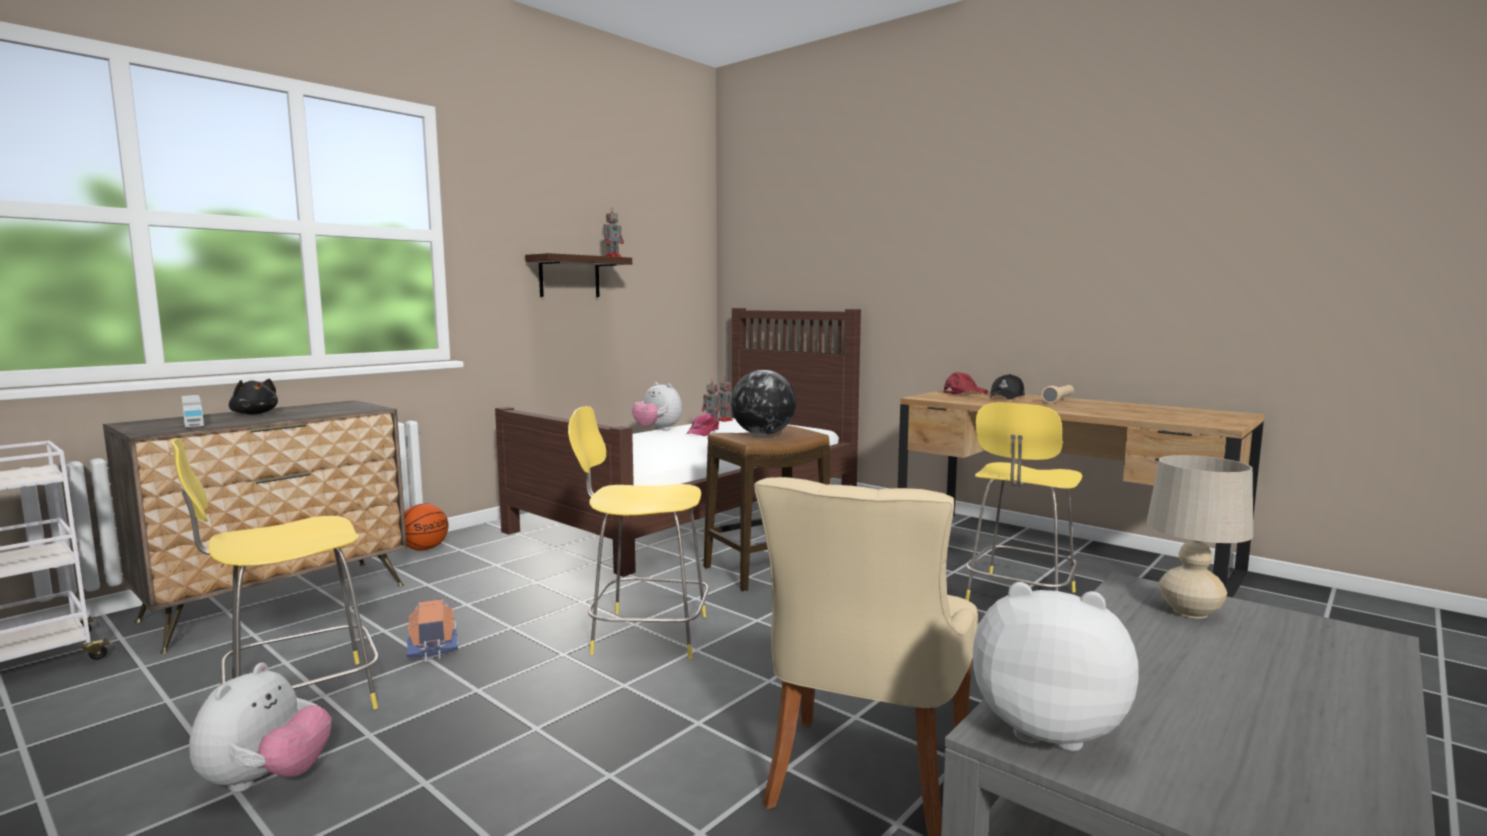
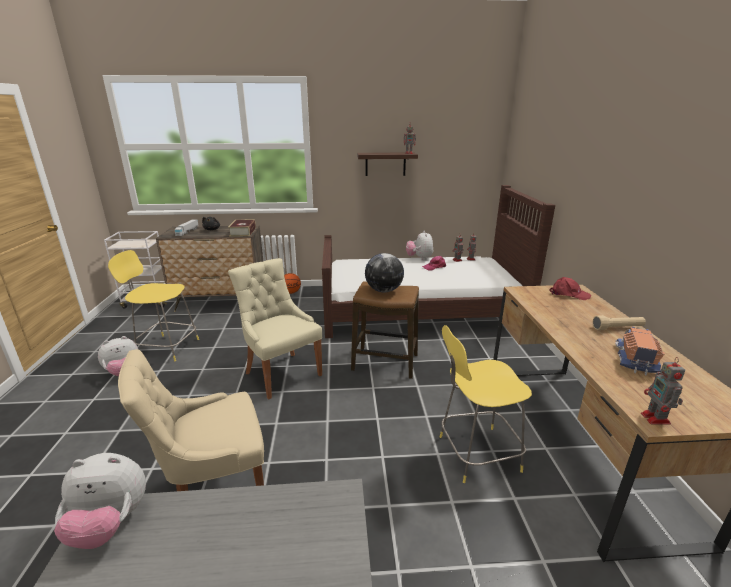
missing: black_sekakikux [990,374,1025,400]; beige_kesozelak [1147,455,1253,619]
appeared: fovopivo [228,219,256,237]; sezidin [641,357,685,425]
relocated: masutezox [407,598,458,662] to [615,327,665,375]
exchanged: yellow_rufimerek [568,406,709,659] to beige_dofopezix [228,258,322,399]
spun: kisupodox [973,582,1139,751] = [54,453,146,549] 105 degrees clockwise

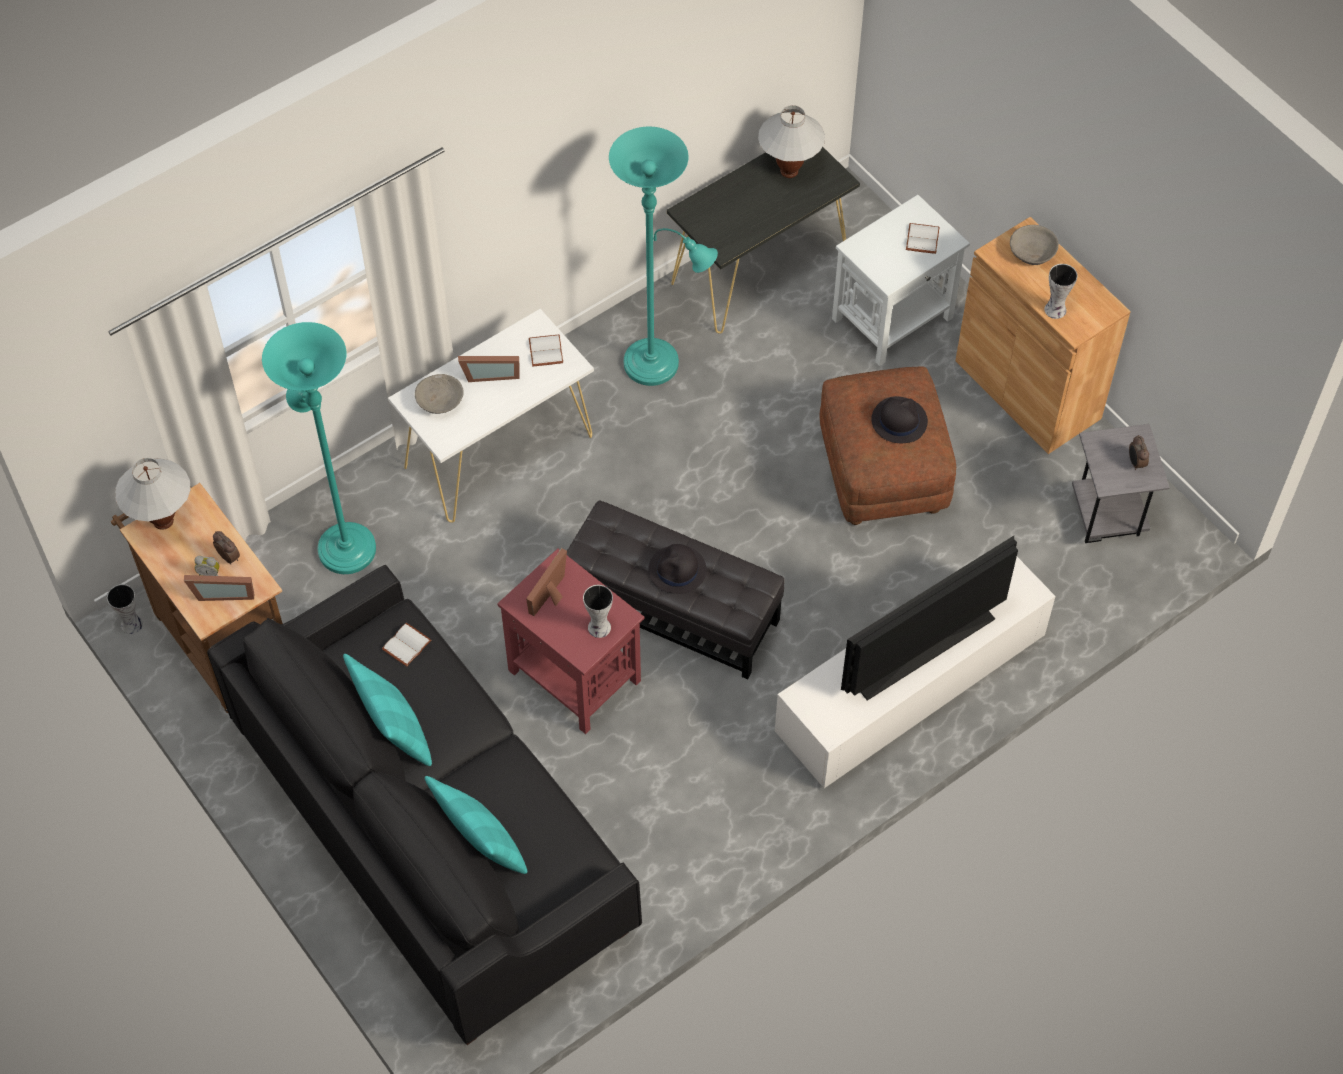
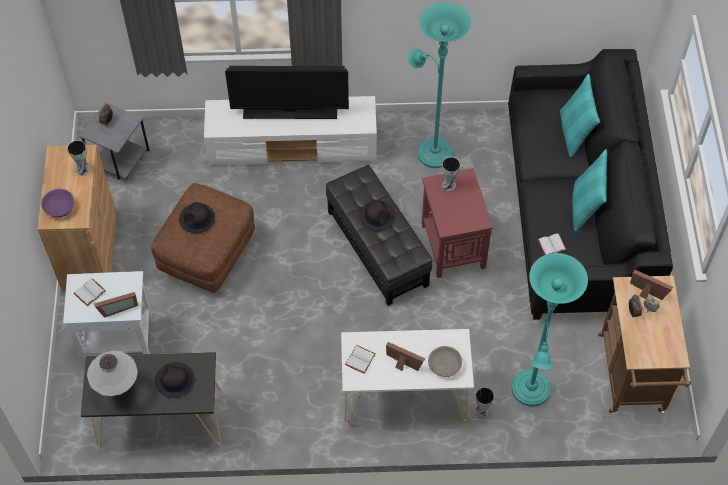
missing: white_kesozelak [115,458,191,530]
appeared: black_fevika [155,362,195,398]
relocated: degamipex [526,548,567,616] to [94,292,138,318]; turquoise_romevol [609,126,718,386] to [408,2,471,168]; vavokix [107,584,143,634] to [475,387,494,418]
colour: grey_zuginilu [1010,225,1059,265] to purple_zuginilu [41,189,74,217]

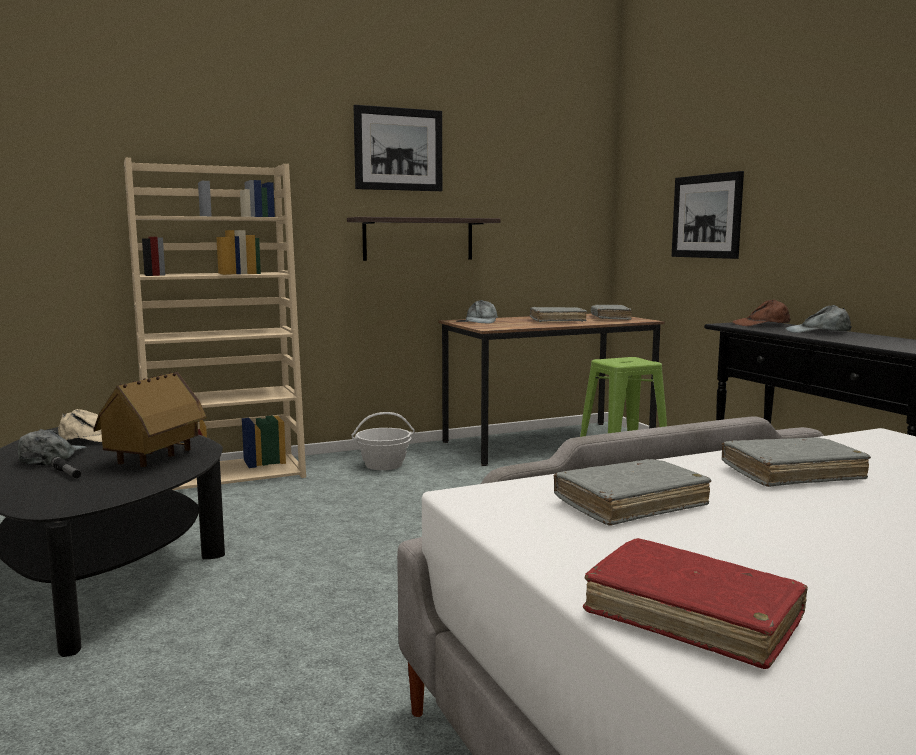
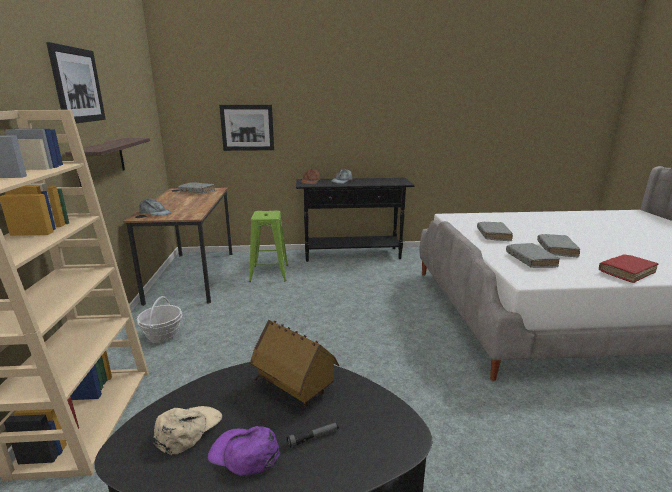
relocated: grey_fovopivo [530,307,587,322] to [537,234,580,257]
colour: grey_sekakikux [18,429,86,466] to purple_sekakikux [208,426,280,476]

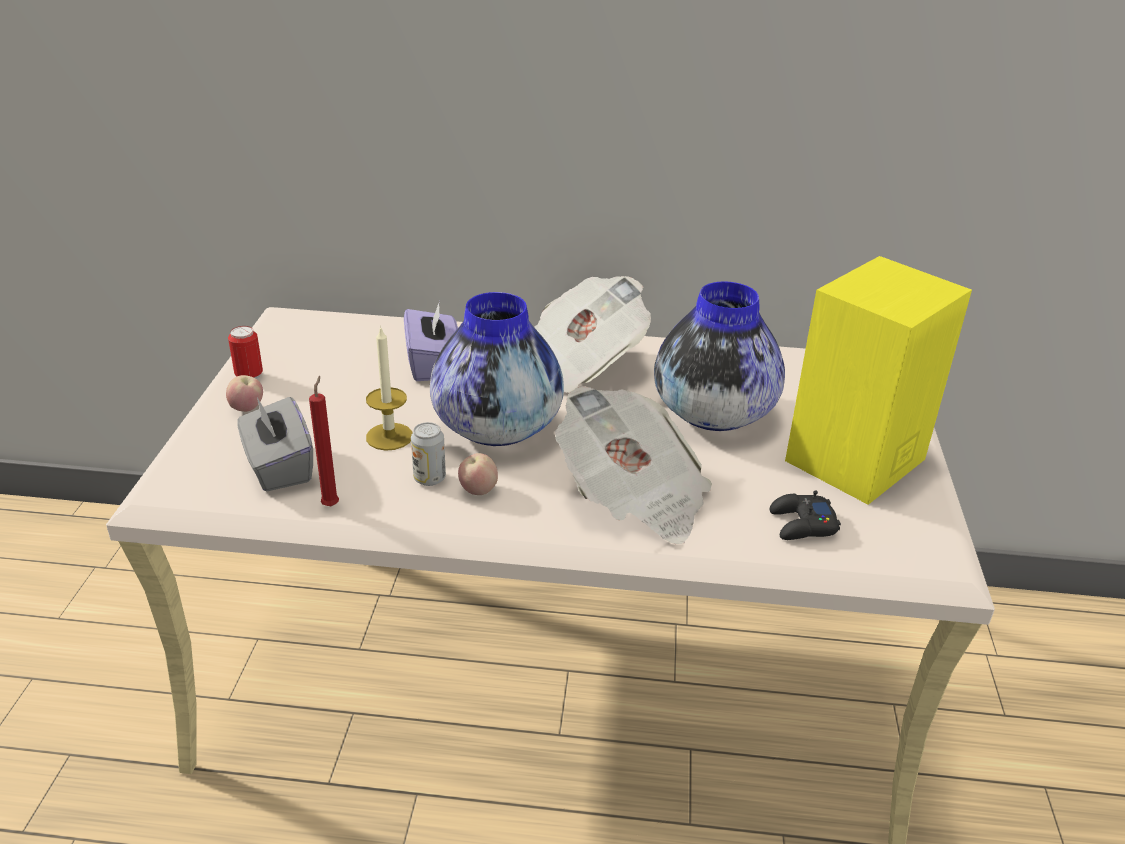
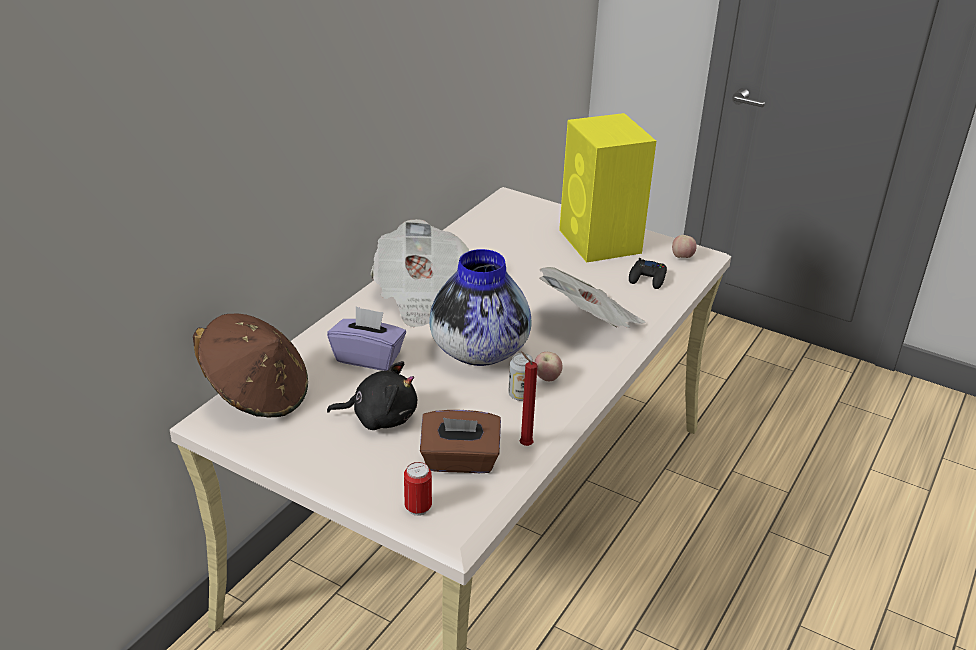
missing: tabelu [366,326,413,451]; vavokix [654,281,785,431]
appeared: brown_fevika [193,313,308,418]; black_kisupodox [327,361,417,430]
relocated: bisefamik [228,326,263,380] to [404,462,432,516]; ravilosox [226,375,263,412] to [672,235,697,258]
colour: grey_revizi [237,397,313,492] to brown_revizi [420,410,501,473]

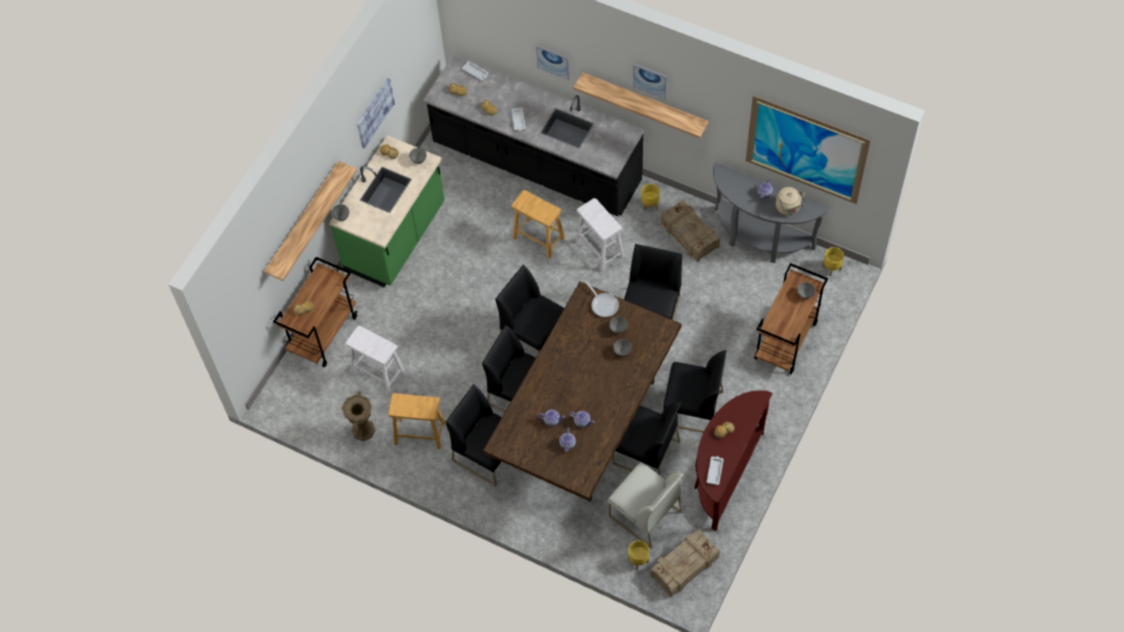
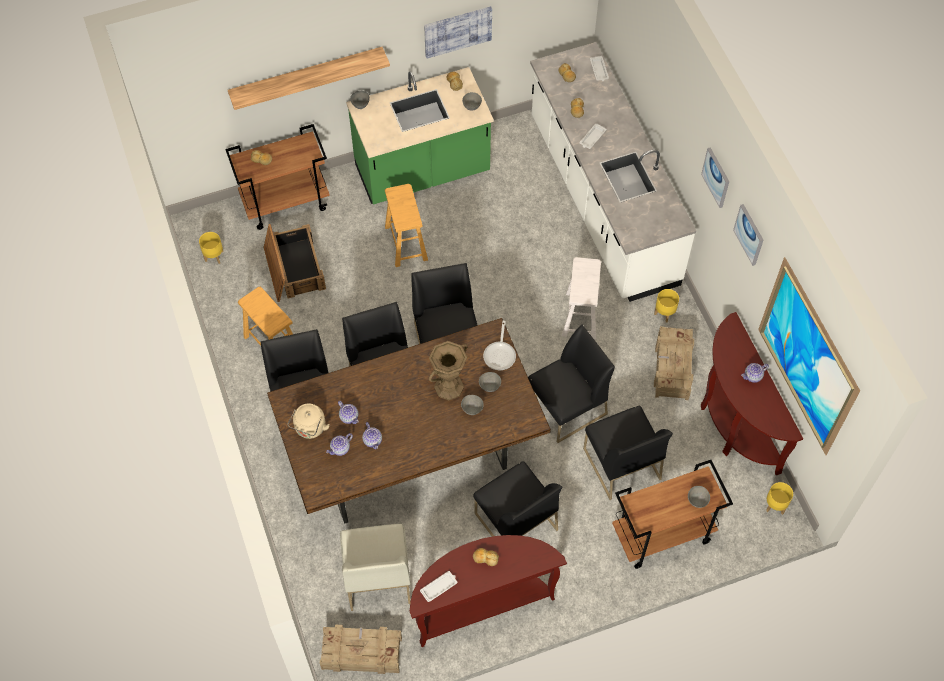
missing: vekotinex [573,72,709,138]
relocated: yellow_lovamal [628,541,649,570] to [199,232,224,264]; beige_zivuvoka [776,187,806,215] to [288,403,330,439]; brown_rufimerek [511,190,565,258] to [385,184,428,267]; brown_vavokix [341,391,376,441] to [429,341,468,400]; black_dofopezix [612,402,681,476] to [583,406,673,500]; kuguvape [536,45,570,80] to [733,204,763,266]
exchanged: white_rufimerek [345,326,405,394] to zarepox [263,224,326,302]
colour: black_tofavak [423,55,644,216] to white_tofavak [530,42,696,302]; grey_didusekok [713,162,829,263] to brown_didusekok [701,312,803,475]

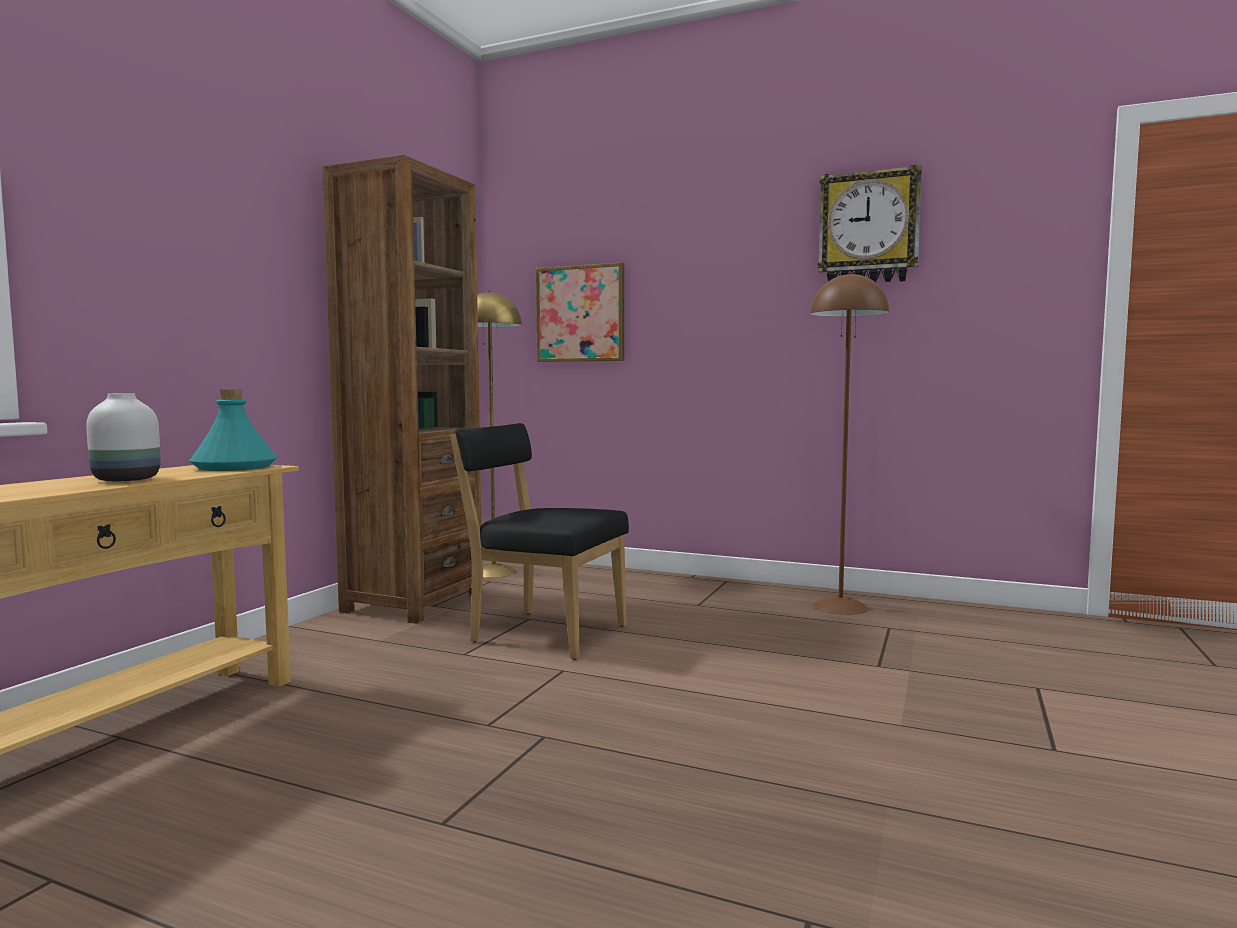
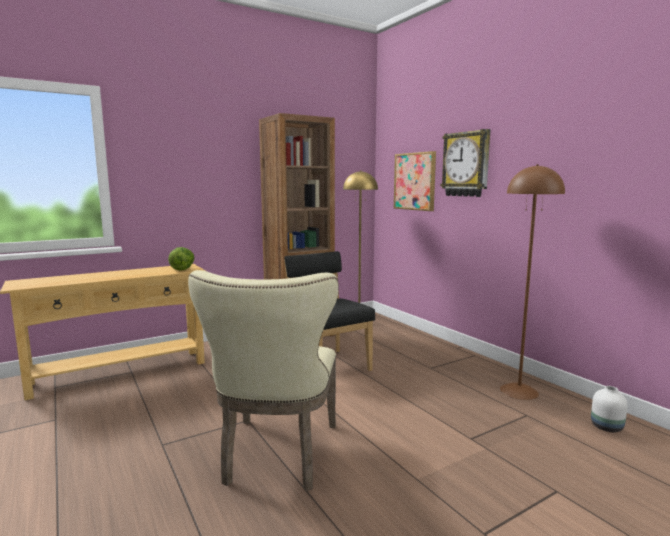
appeared: beige_dofopezix [188,270,339,491]
relocated: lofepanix [818,165,922,282] to [440,129,491,197]; white_vavokix [86,394,161,481] to [591,386,628,432]
exchanged: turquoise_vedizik [189,390,277,471] to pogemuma [168,247,194,270]

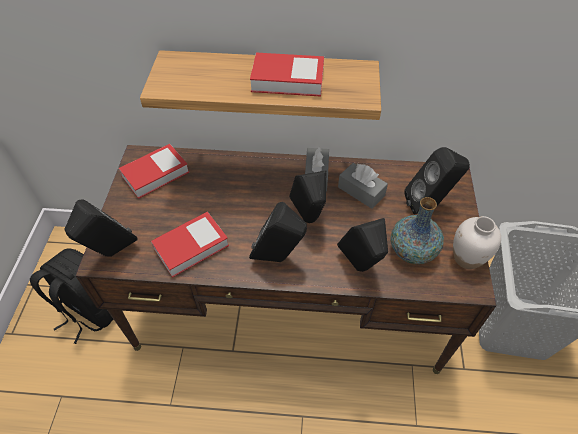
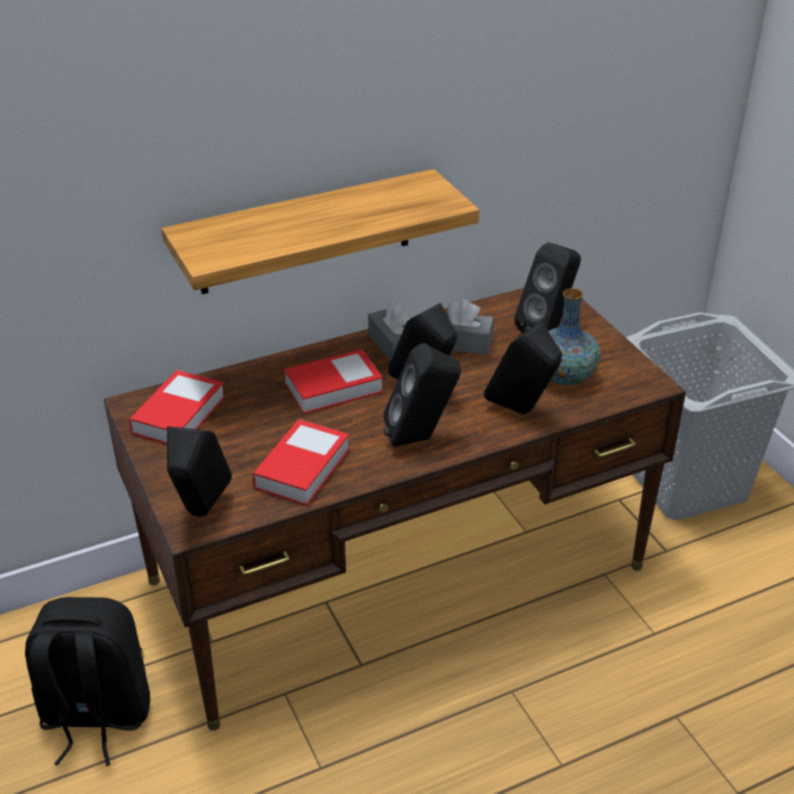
missing: white_vavokix [453,216,501,269]
relocated: fovopivo [250,52,324,97] to [284,349,383,414]

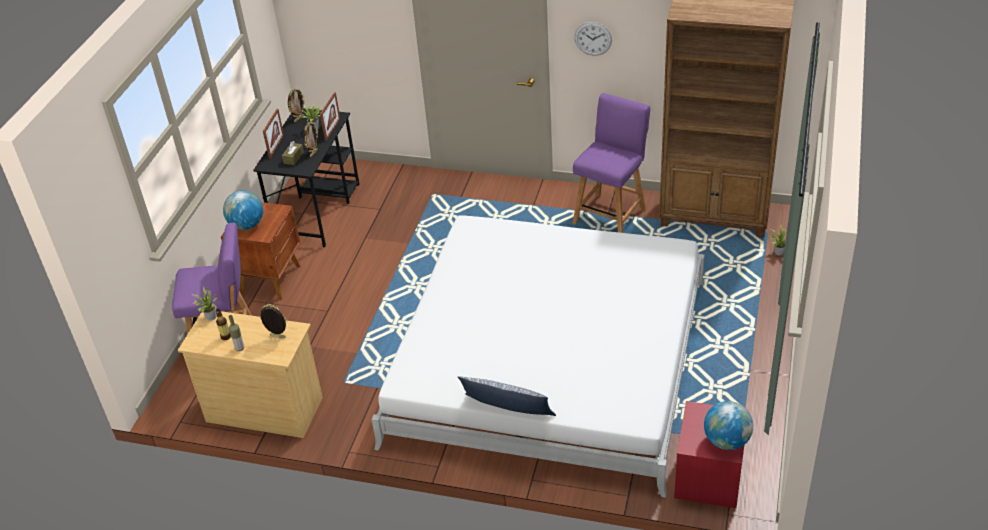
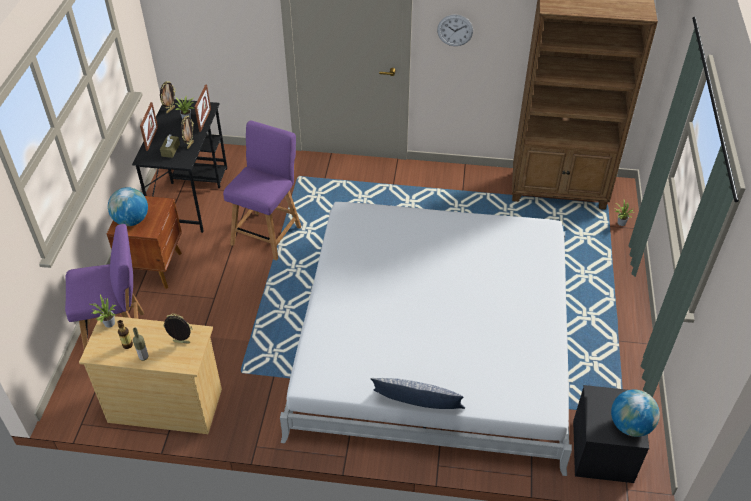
relocated: purple_dofopezix [572,93,650,233] to [223,121,301,261]
colour: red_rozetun [674,401,749,508] to black_rozetun [573,385,649,483]

